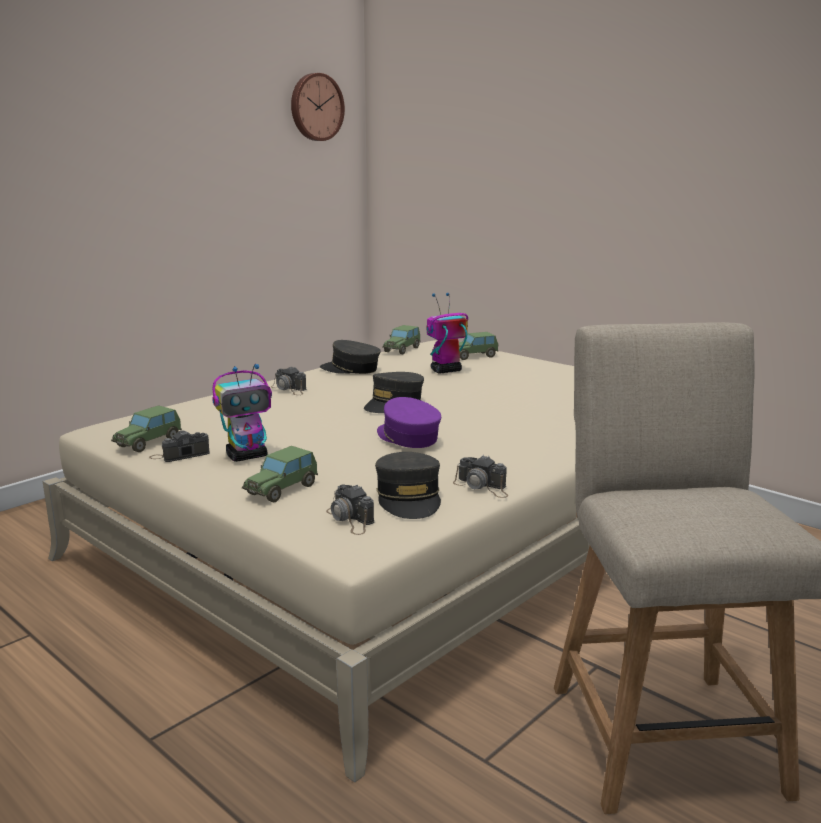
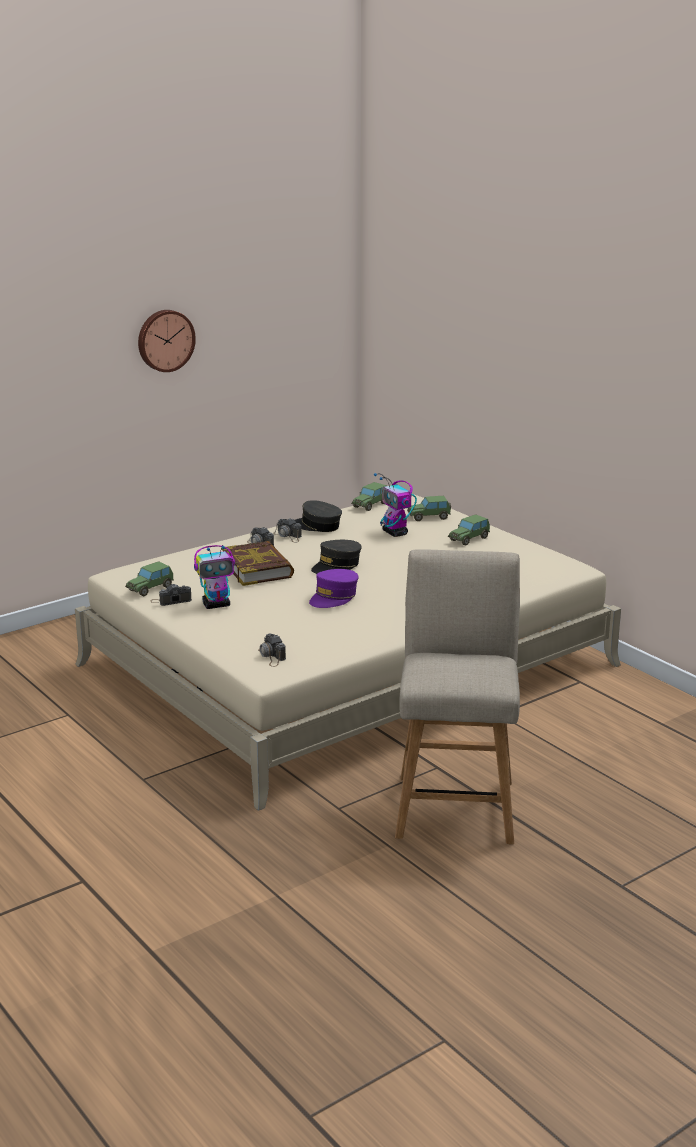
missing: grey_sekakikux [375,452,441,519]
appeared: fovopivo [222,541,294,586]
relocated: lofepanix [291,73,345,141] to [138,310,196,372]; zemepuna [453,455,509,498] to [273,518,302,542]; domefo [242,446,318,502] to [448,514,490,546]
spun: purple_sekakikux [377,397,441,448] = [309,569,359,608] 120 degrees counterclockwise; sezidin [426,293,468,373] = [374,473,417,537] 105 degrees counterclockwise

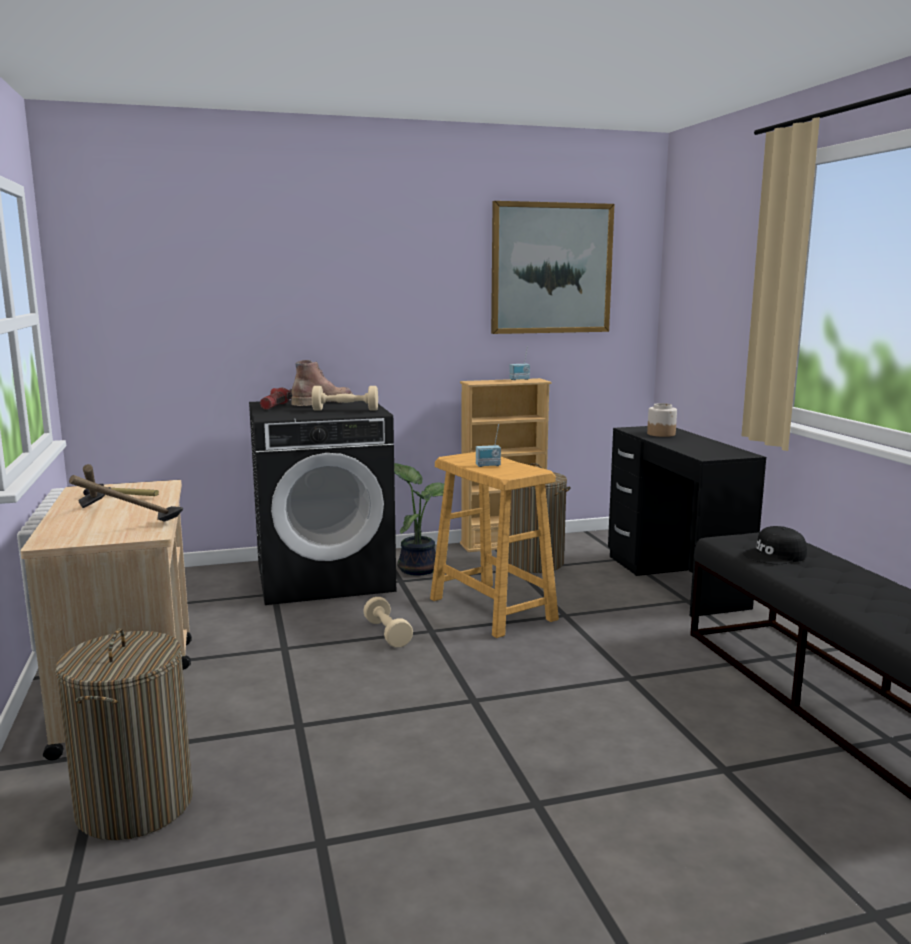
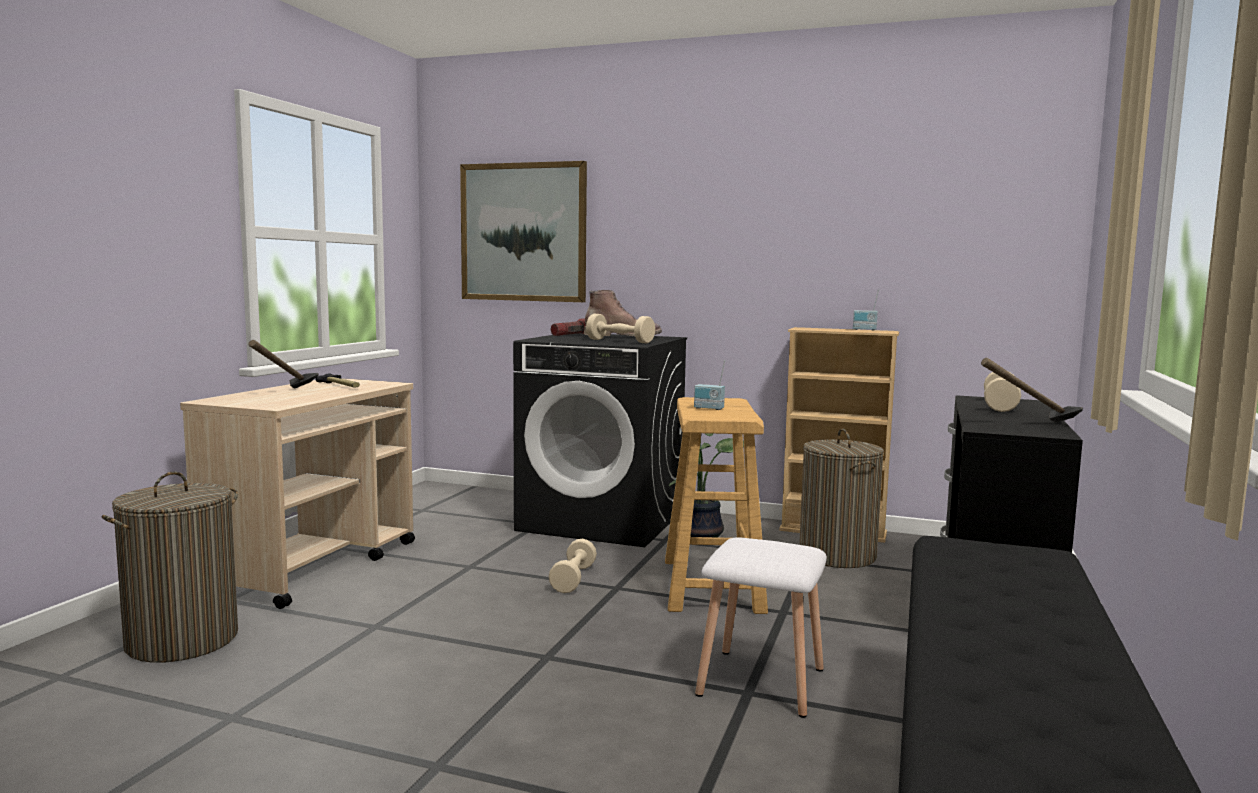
missing: black_sekakikux [743,526,807,564]
appeared: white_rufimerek [695,537,827,718]
relocated: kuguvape [491,201,614,334] to [460,161,587,302]; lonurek [69,475,183,522] to [981,358,1083,423]
exchanged: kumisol [647,403,677,437] to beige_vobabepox [984,371,1021,412]

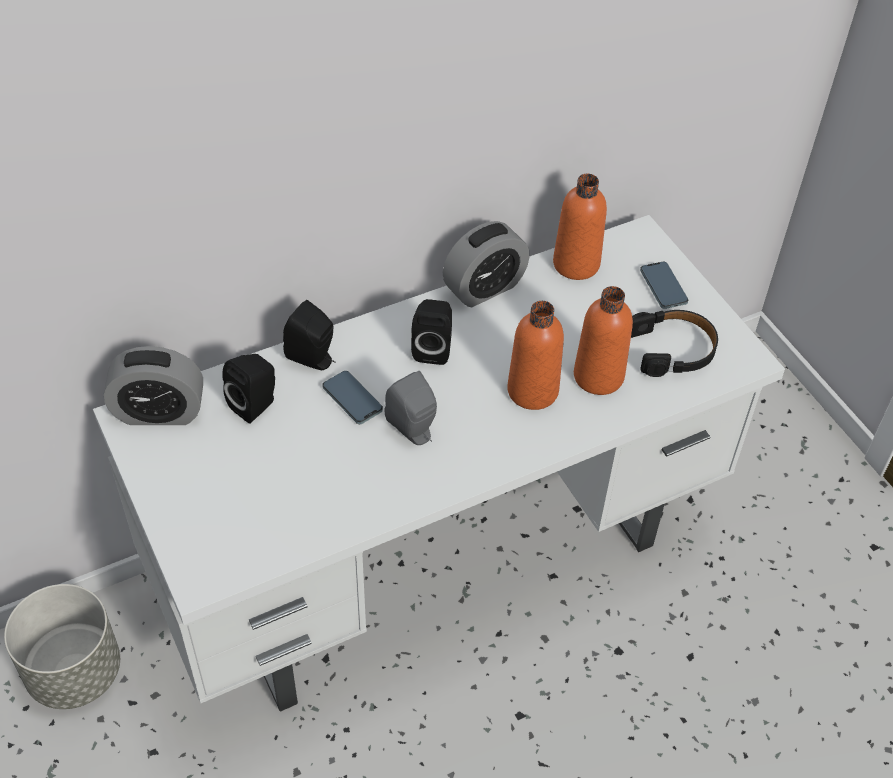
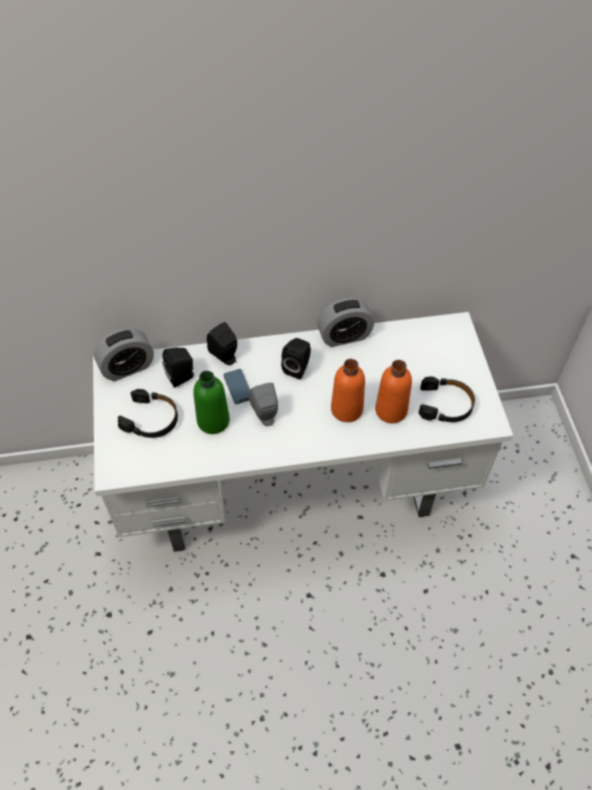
missing: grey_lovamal [4,584,120,709]; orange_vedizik [553,174,607,280]; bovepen [640,262,688,309]
appeared: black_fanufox [118,389,178,438]; green_vedizik [193,371,230,434]
spun: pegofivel [104,346,203,425] = [94,328,154,381] 45 degrees counterclockwise

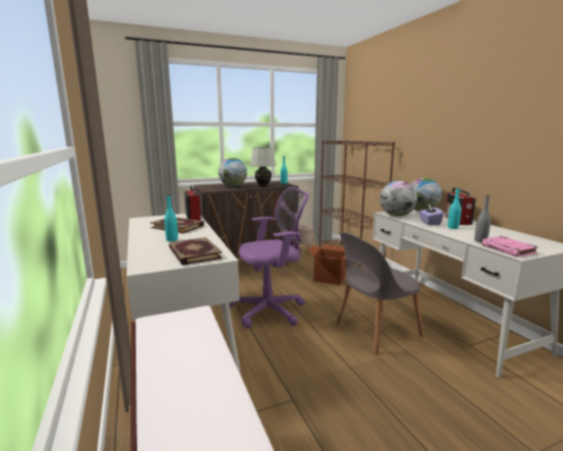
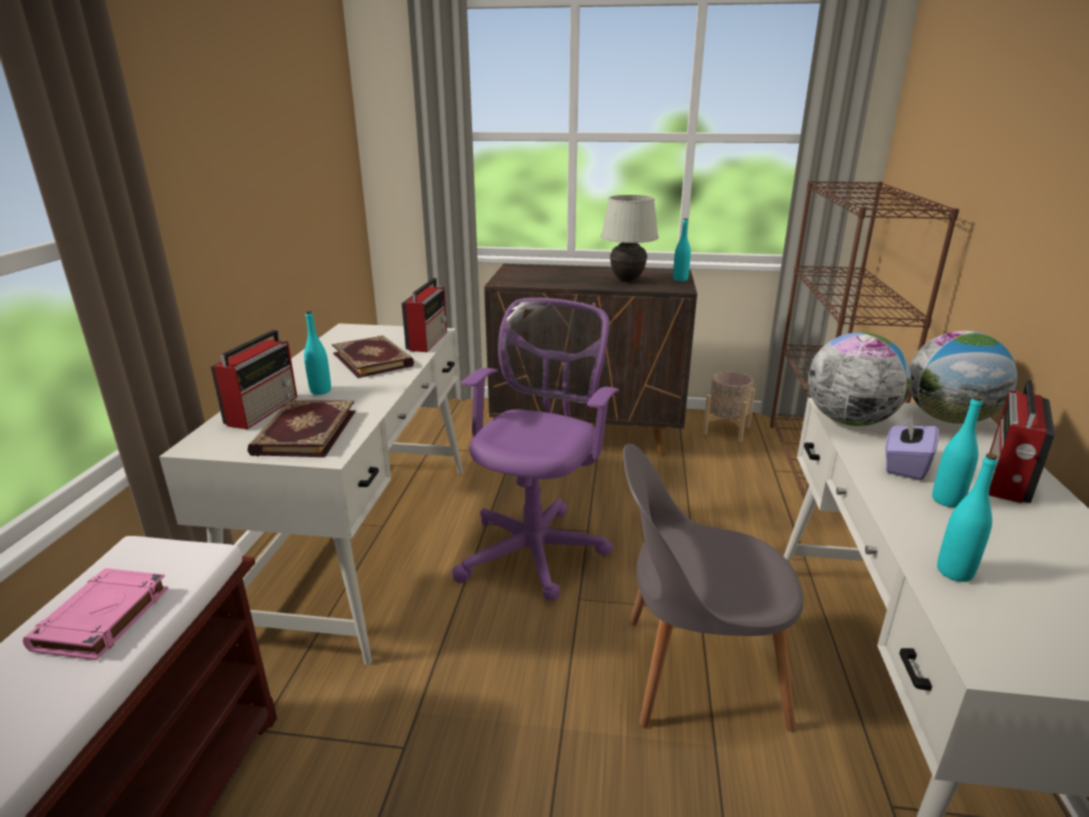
missing: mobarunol [218,158,247,187]; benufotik [308,245,346,285]
appeared: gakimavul [211,330,297,429]
relocated: pink_fovopivo [481,236,539,257] to [23,568,168,660]
colour: grey_vedizik [474,196,491,242] to turquoise_vedizik [937,453,997,582]
spun: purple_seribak [229,187,309,328] = [452,298,619,601] 75 degrees counterclockwise

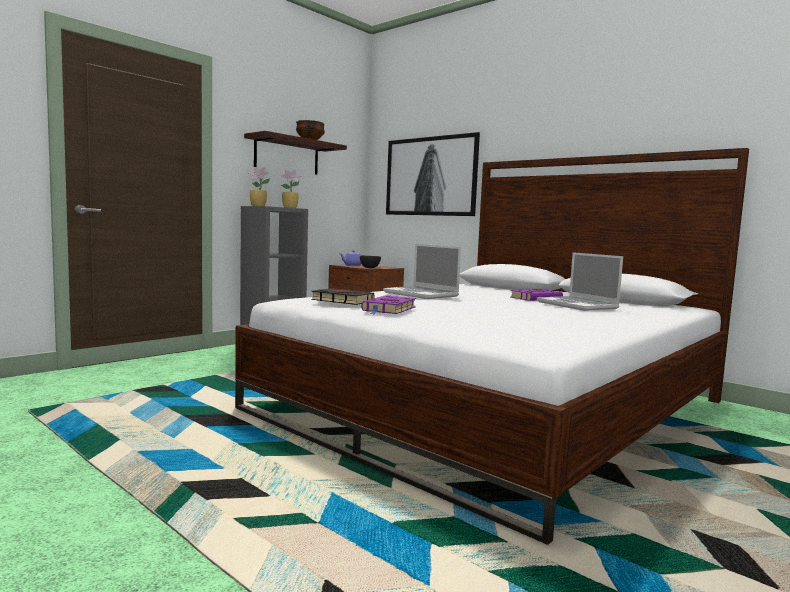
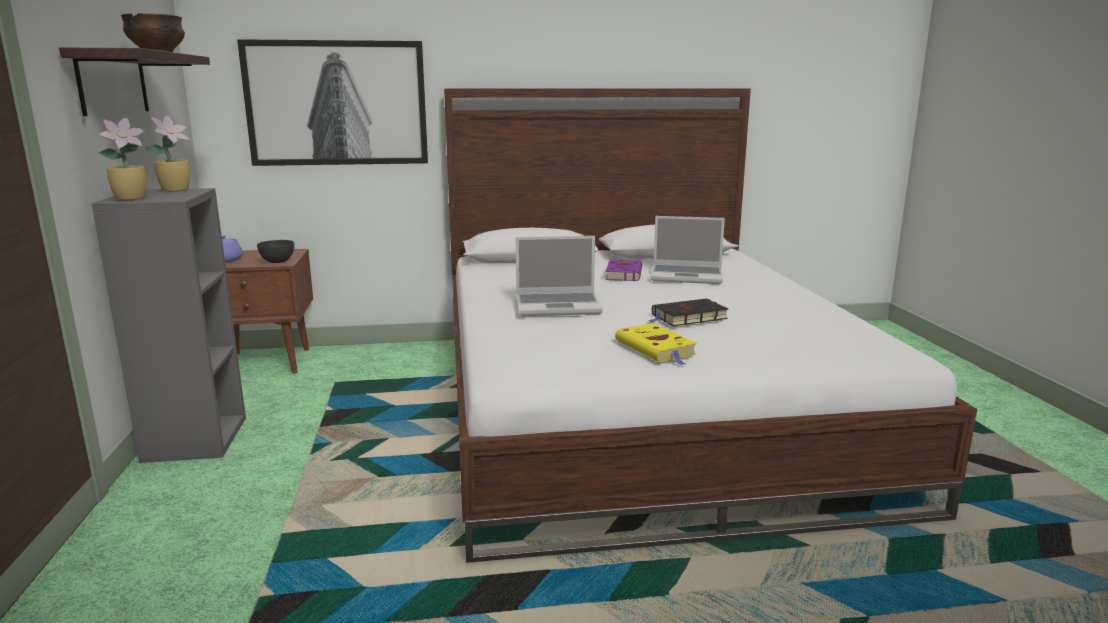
relocated: black_fovopivo [311,288,375,305] to [647,299,728,326]
colour: purple_fovopivo [361,295,416,314] to yellow_fovopivo [615,323,697,365]

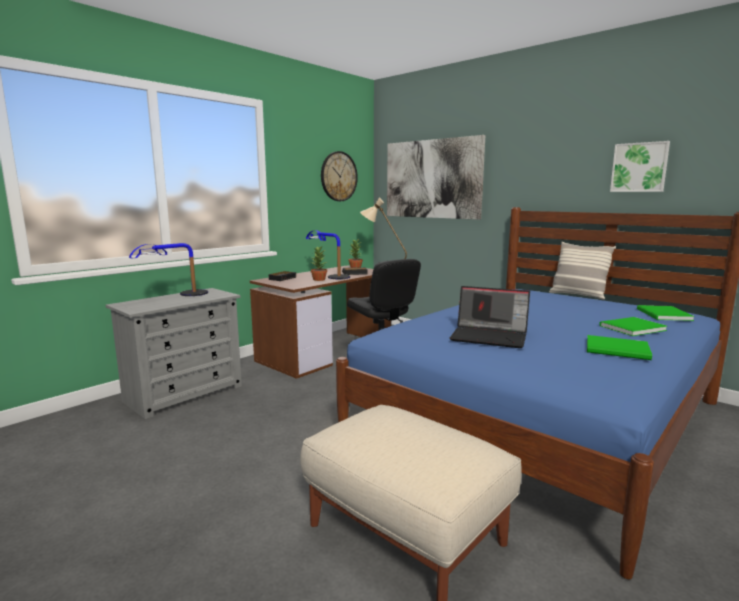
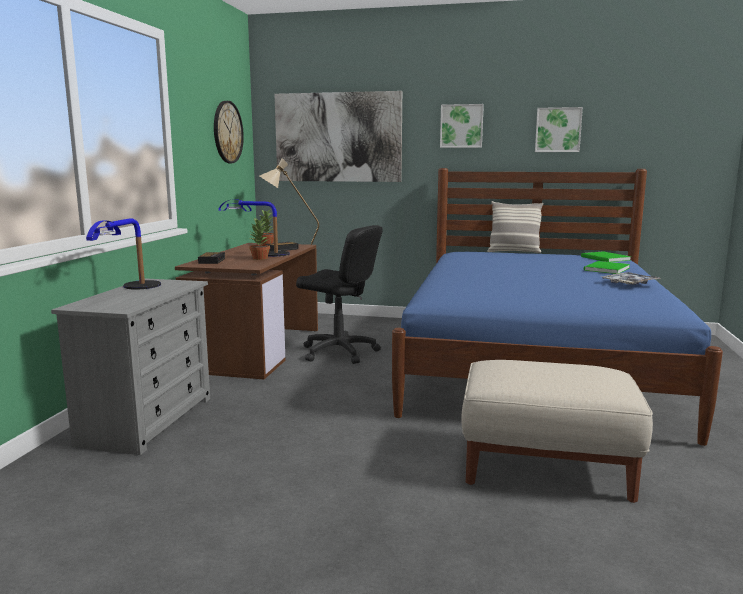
missing: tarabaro [449,286,530,348]
appeared: kuguvape [440,104,484,148]
exchanged: green_fovopivo [587,335,652,360] to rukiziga [601,272,661,285]

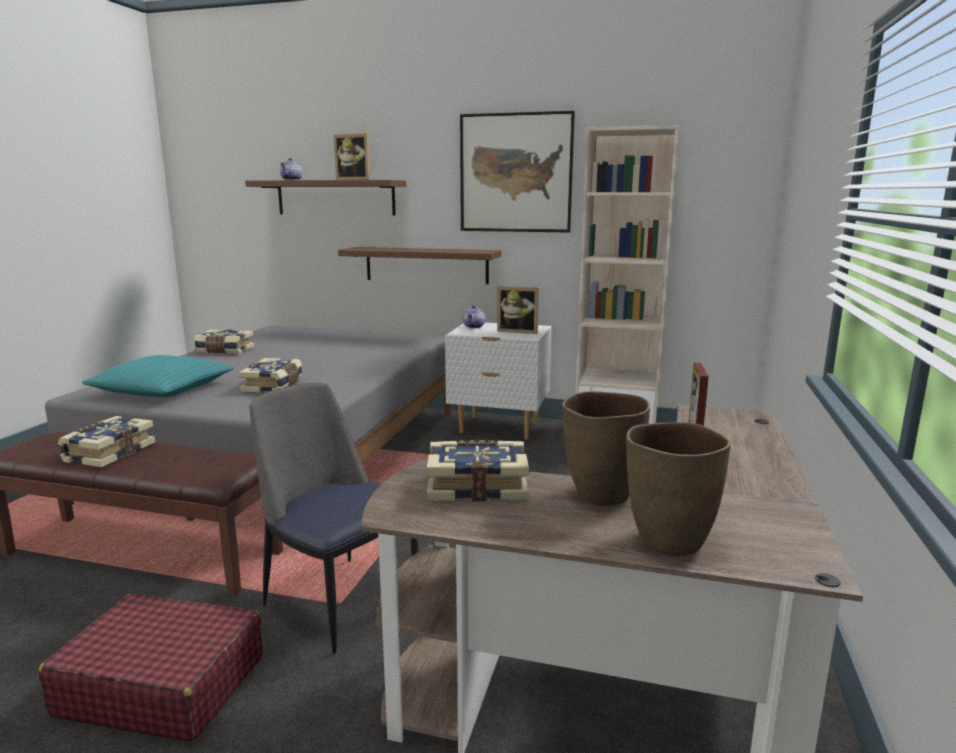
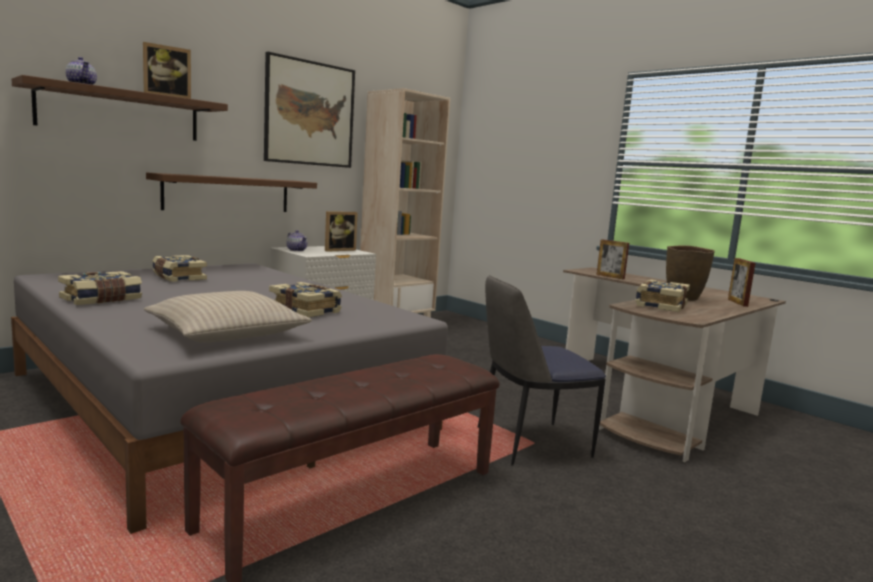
missing: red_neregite [38,594,263,742]
relocated: fovopivo [58,416,156,468] to [152,255,207,282]
exchanged: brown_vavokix [626,422,731,556] to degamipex [728,258,756,307]
colour: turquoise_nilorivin [82,355,234,397] to beige_nilorivin [144,291,312,342]

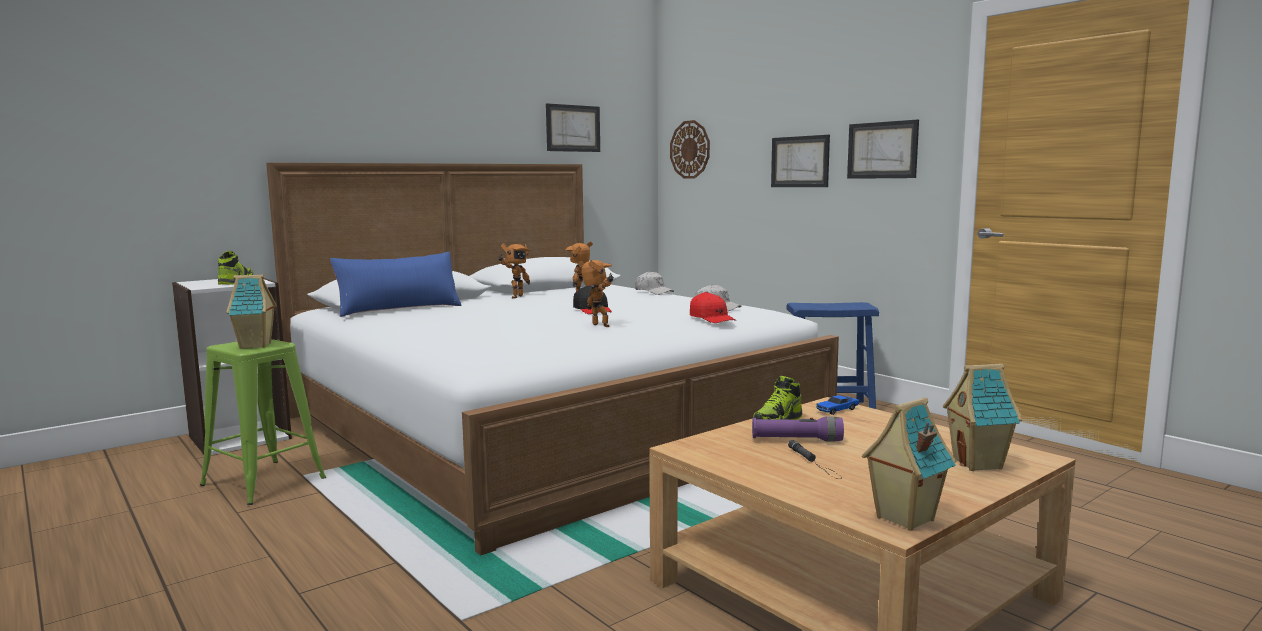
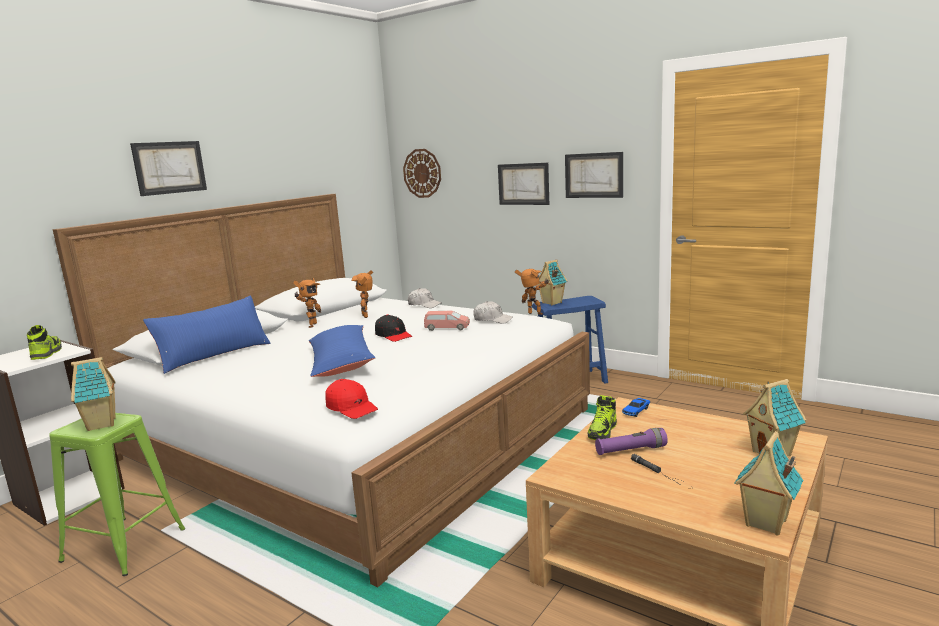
appeared: blue_nilorivin [309,325,375,377]; pink_domefo [424,310,470,331]; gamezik [538,260,568,305]
relocated: kuguvape [546,103,600,152] to [130,141,207,196]; red_sekakikux [690,292,736,323] to [325,379,378,419]; sezidin [578,260,614,327] to [515,269,550,315]

